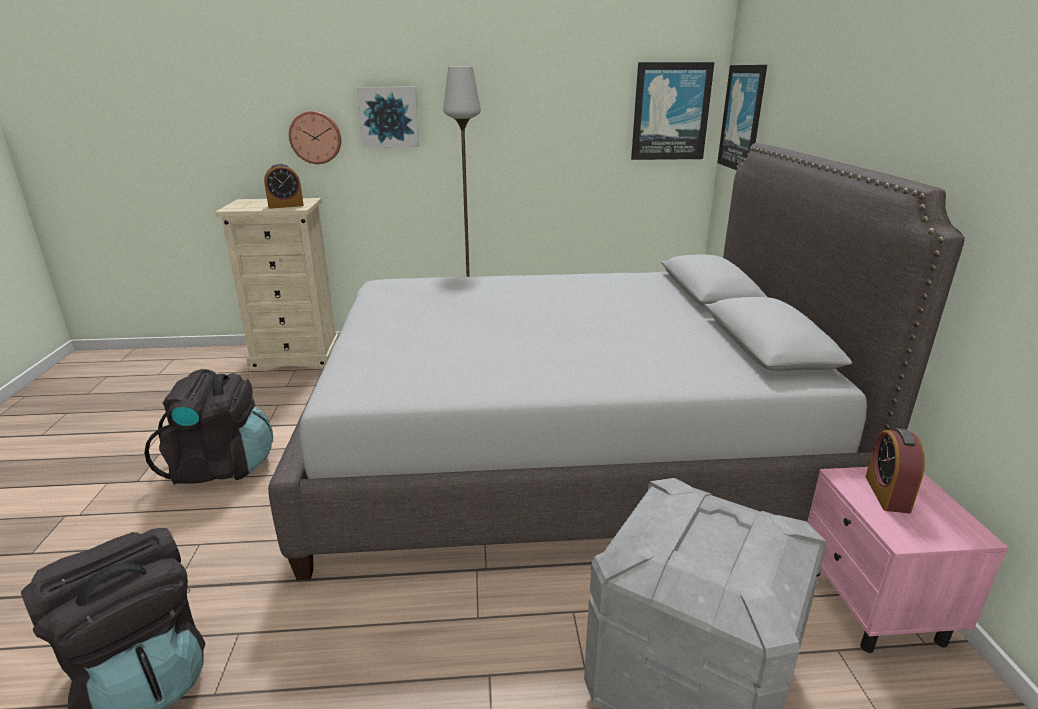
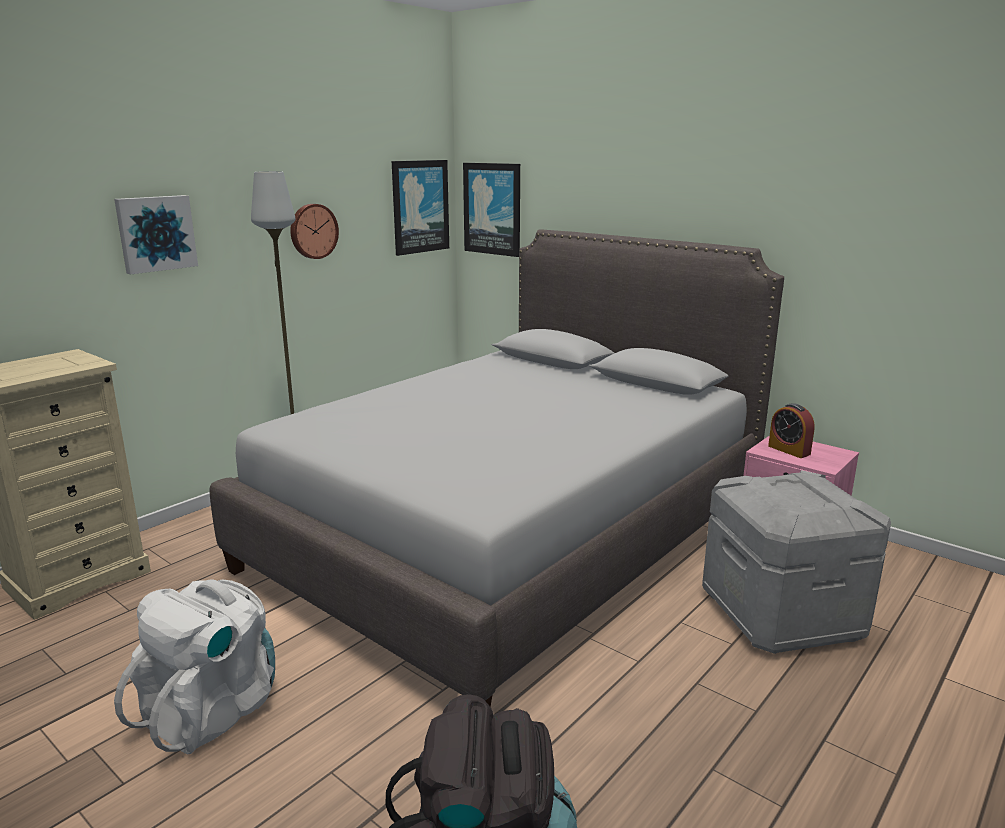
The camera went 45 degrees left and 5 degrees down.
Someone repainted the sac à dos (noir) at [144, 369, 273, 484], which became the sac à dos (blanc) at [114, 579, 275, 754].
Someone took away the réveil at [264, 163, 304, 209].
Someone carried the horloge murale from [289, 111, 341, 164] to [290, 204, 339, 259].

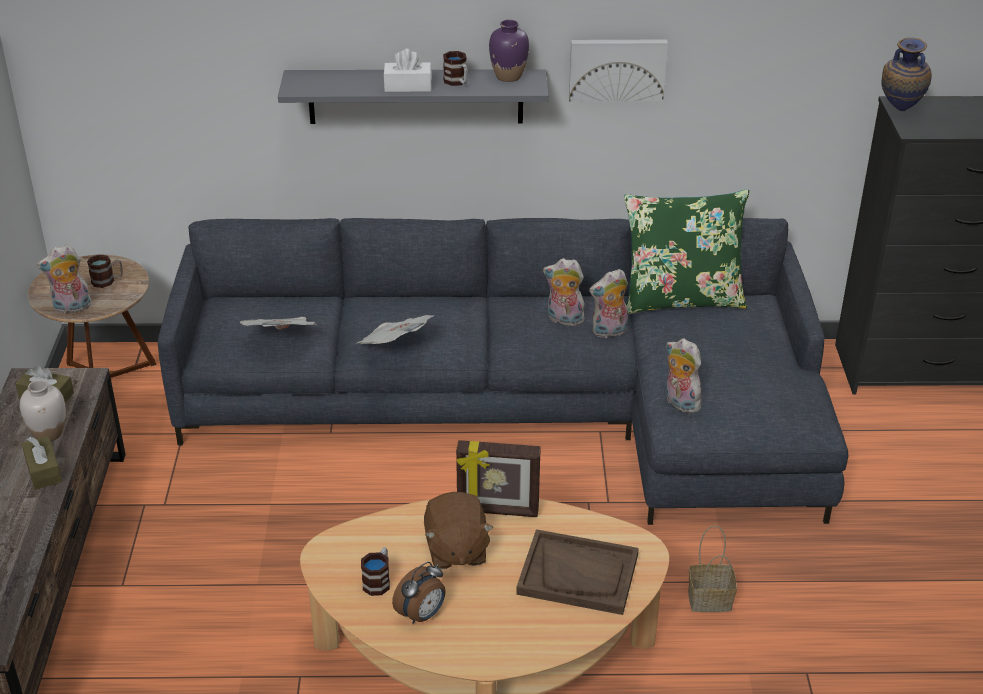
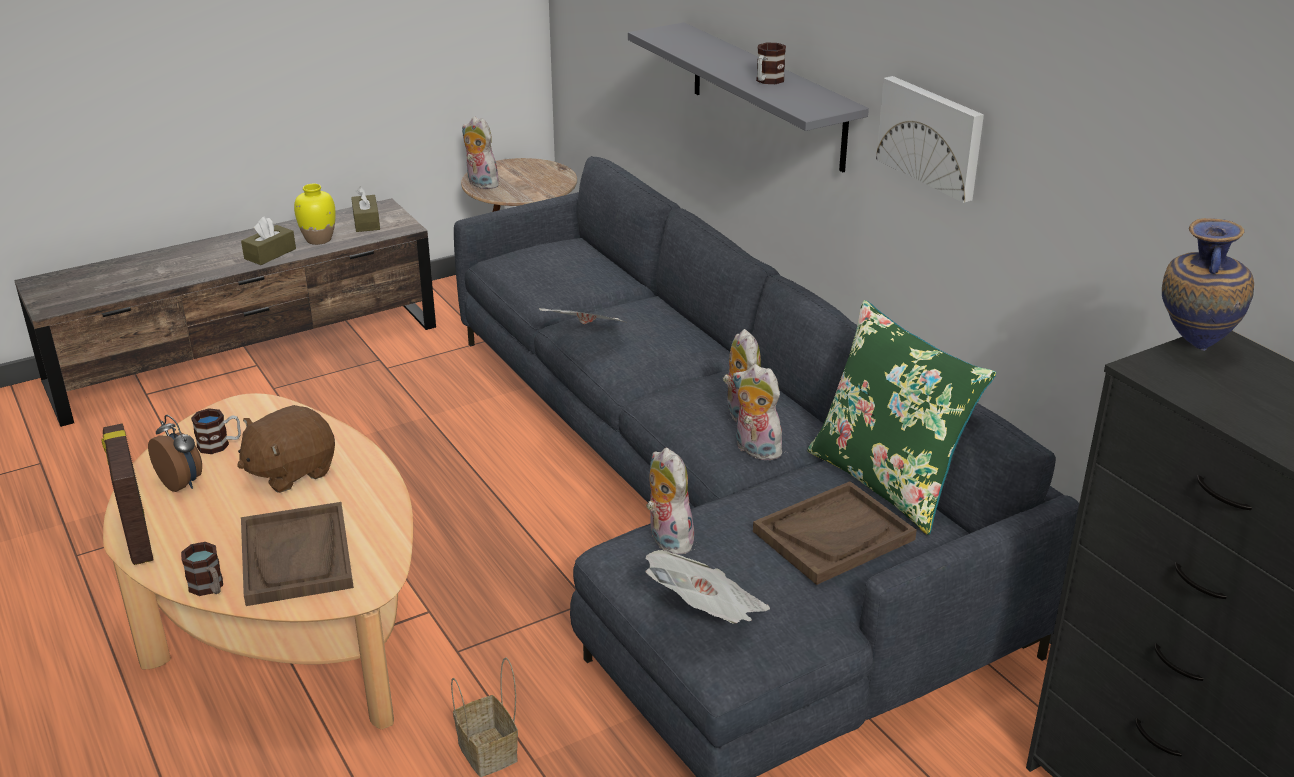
The camera went 60 degrees right and 5 degrees down.
Someone repainted the vase (blanc) at [20, 380, 66, 441], which became the vase (jaune) at [294, 184, 336, 245].
Someone carried the mug from [87, 255, 123, 288] to [181, 542, 223, 596].
Someone carried the journal from [240, 317, 318, 330] to [645, 550, 770, 624].
Someone took away the boîte à mouchoirs (blanc) at [384, 49, 432, 92].
Someone rotated the réveil at [392, 562, 446, 624] by 150 degrees counterclockwise.
Someone carried the cadre photo from [456, 440, 541, 517] to [101, 423, 154, 565].
Someone took away the vase (violet) at [489, 20, 529, 82].
Someone rotated the peluche at [666, 338, 702, 413] by 45 degrees counterclockwise.
Someone put down the plateau (marron) at [753, 481, 917, 585].

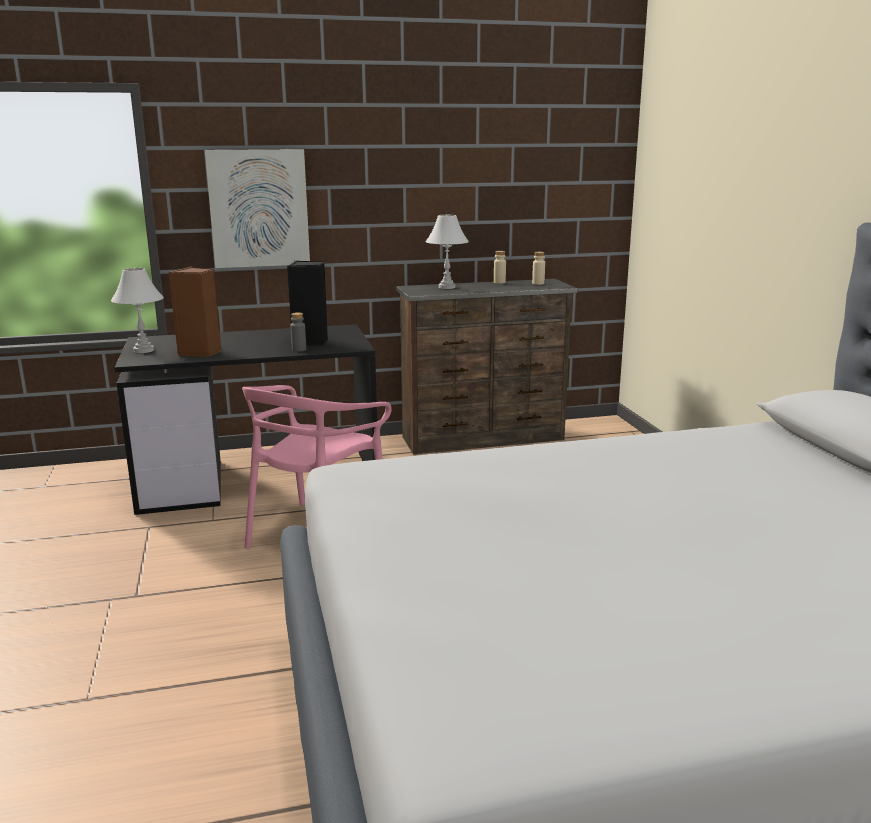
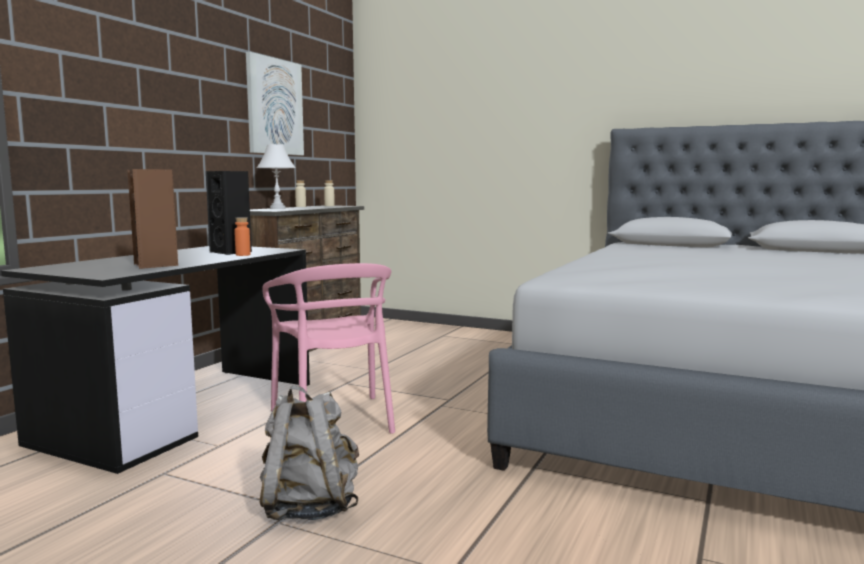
The camera went 50 degrees left and 10 degrees down.
Someone took away the lampe de table (blanc) at [111, 268, 164, 353].
Someone carried the tableau from [205, 149, 310, 268] to [246, 52, 304, 155].
Someone repainted the bouteille (gris) at [291, 312, 306, 351], which became the bouteille (orange) at [234, 217, 251, 256].
Someone put down the sac à dos (gris) at [260, 385, 359, 520].

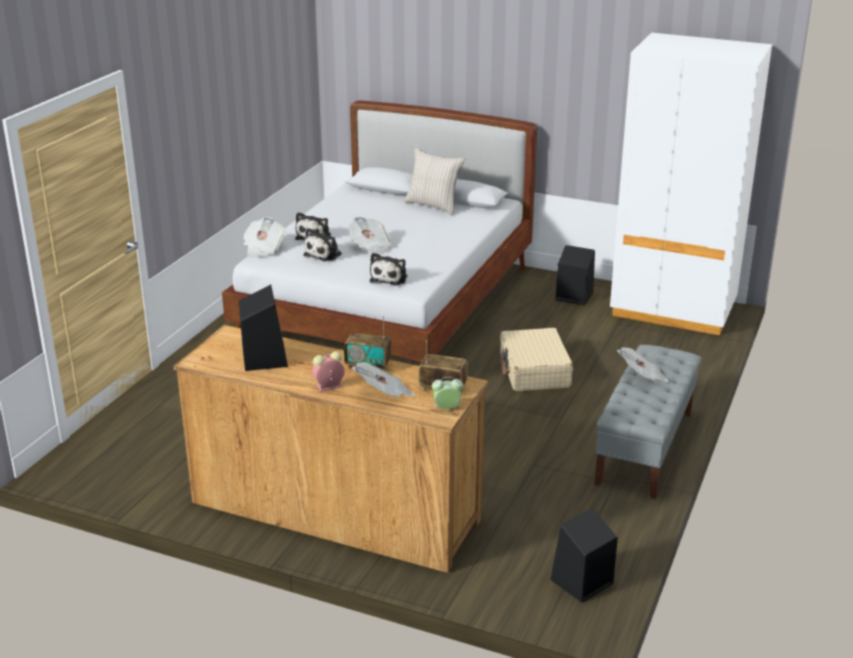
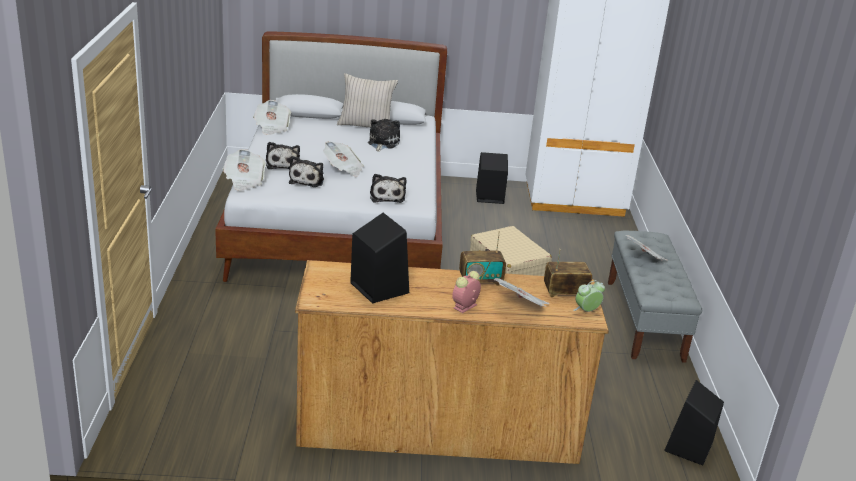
The camera went 25 degrees left and 0 degrees up.
Someone put down the journal at [253, 100, 291, 135].
Someone put down the peluche at [368, 119, 400, 152].

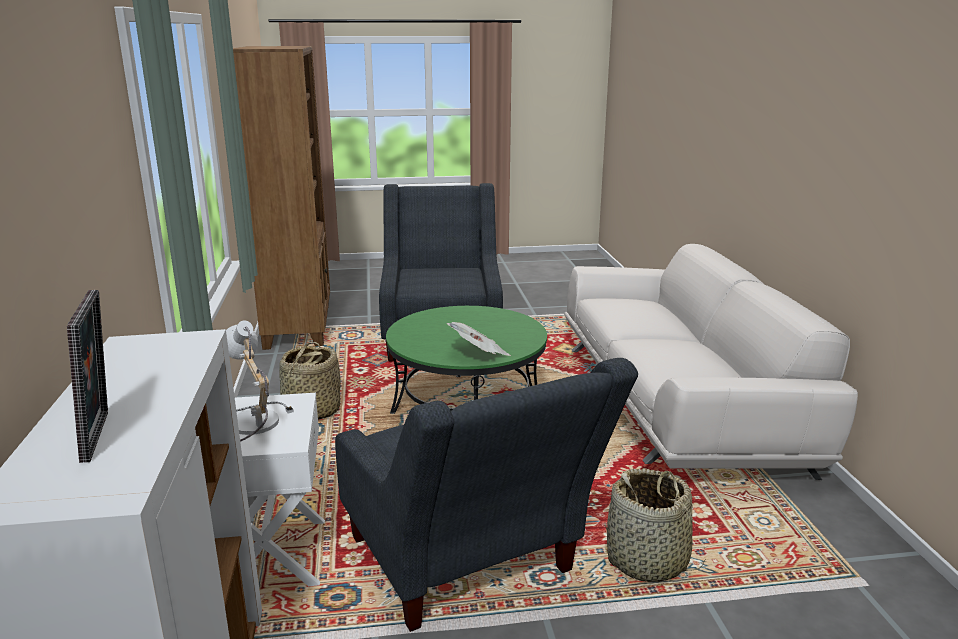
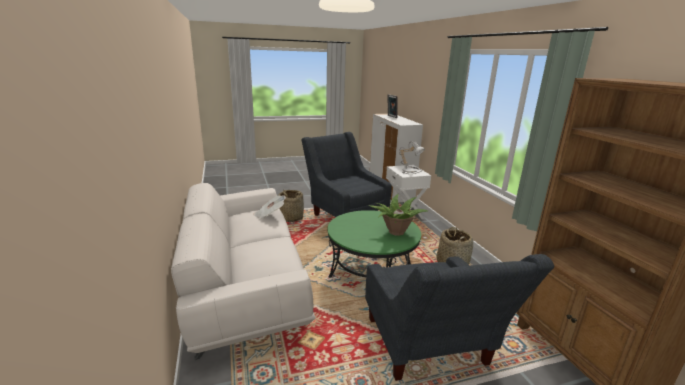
The camera went 170 degrees right and 0 degrees up.
Someone carried the journal from [447, 322, 511, 356] to [253, 195, 286, 219].
Someone put down the plante en pot at [368, 194, 428, 236].

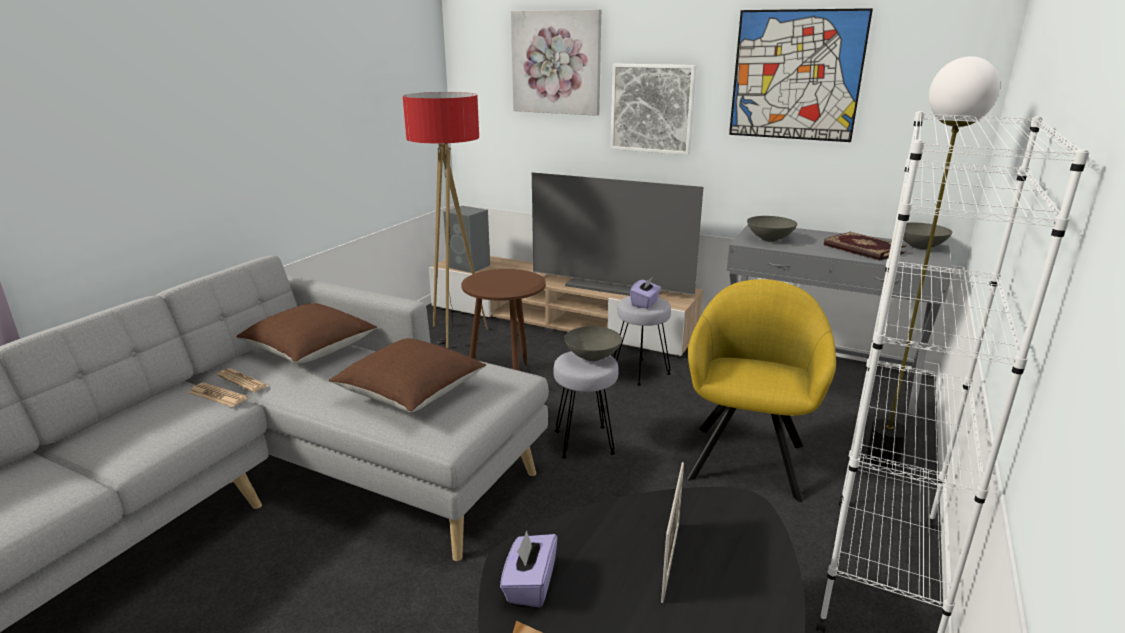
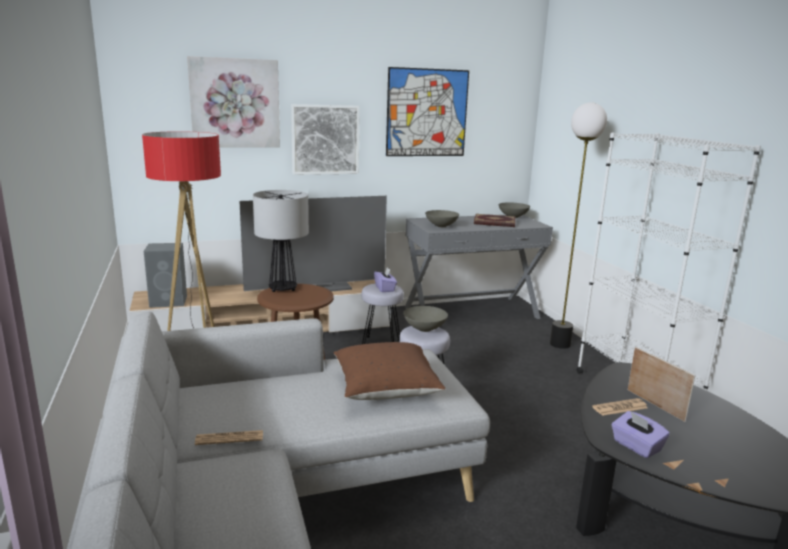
The camera went 45 degrees left and 5 degrees down.
Someone carried the journal from [189, 383, 248, 407] to [592, 398, 647, 416].
Someone took away the coussin (marron) at [236, 303, 377, 364].
Someone took away the fauteuil (jaune) at [686, 279, 836, 502].
Someone put down the lampe de table at [253, 190, 309, 292].

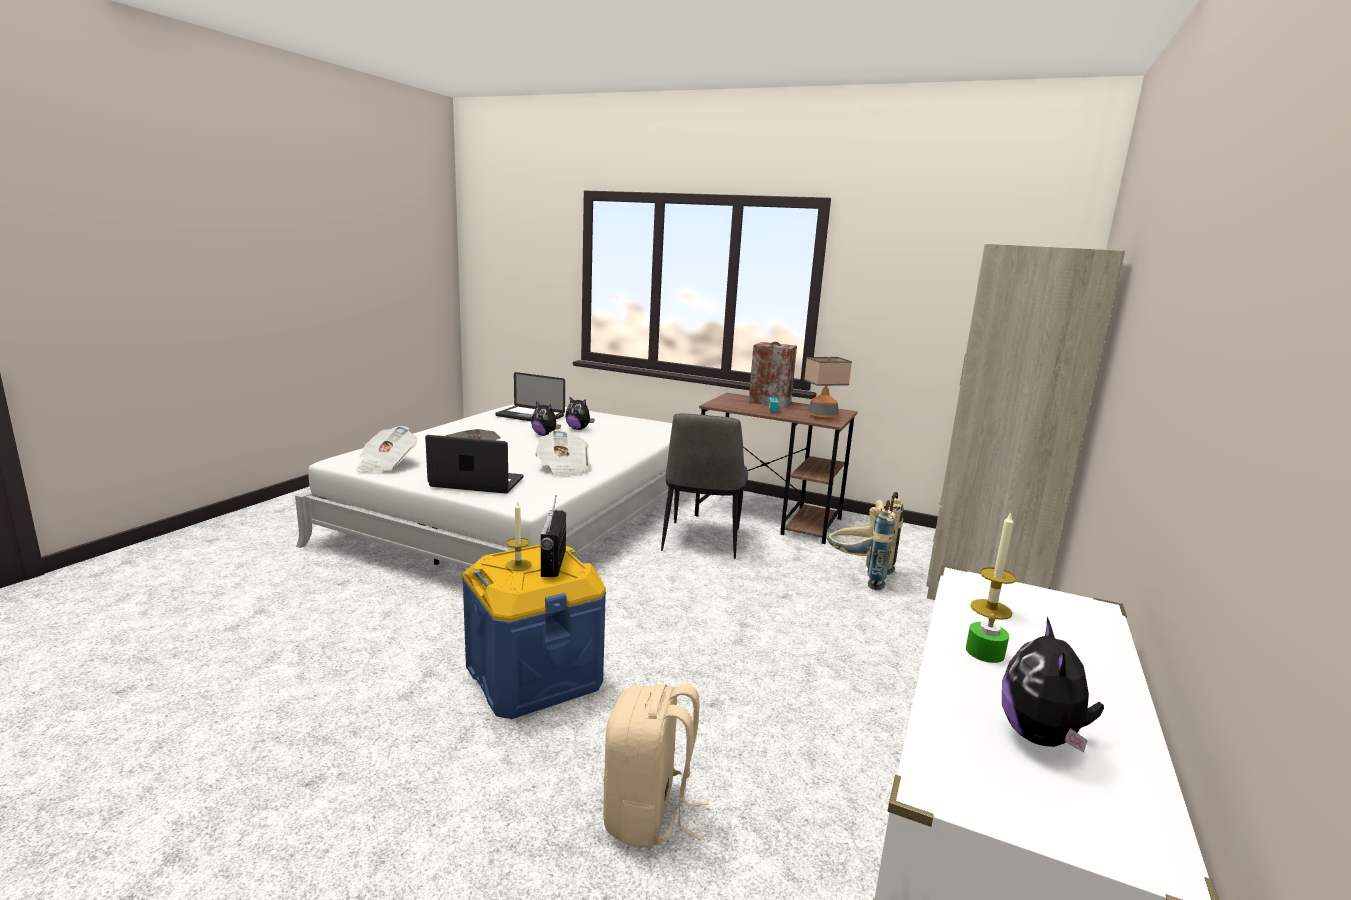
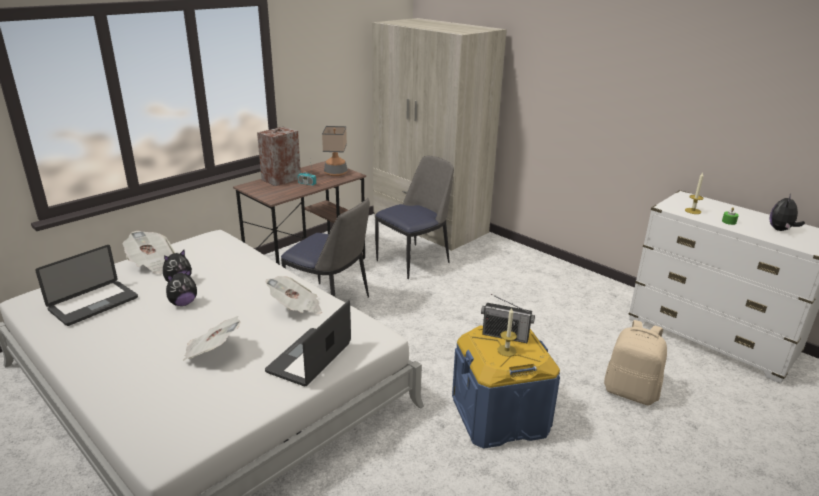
The camera went 70 degrees left and 10 degrees up.
Someone carried the journal from [356, 426, 417, 473] to [123, 231, 175, 273].
Someone swapped the sac à dos (beige) at [827, 492, 904, 590] for the chaise at [375, 156, 454, 279].
Someone rotated the peluche at [1002, 617, 1104, 753] by 90 degrees clockwise.

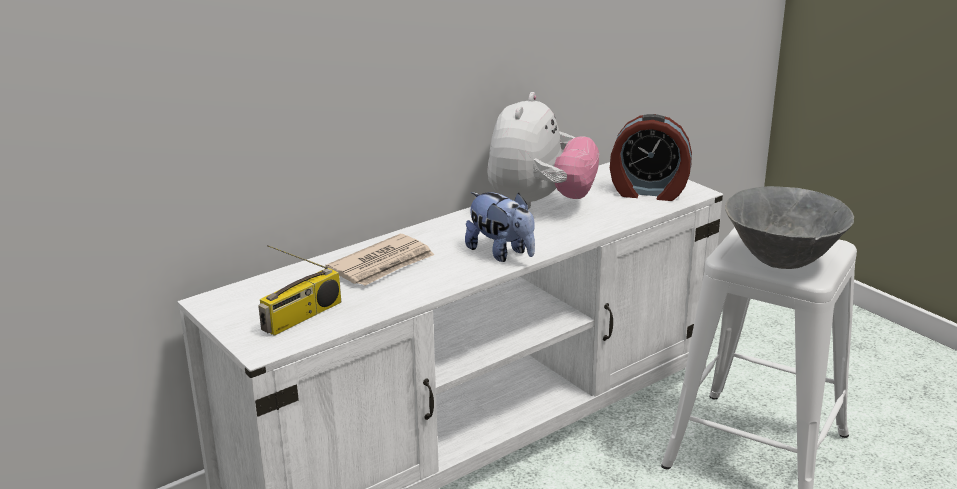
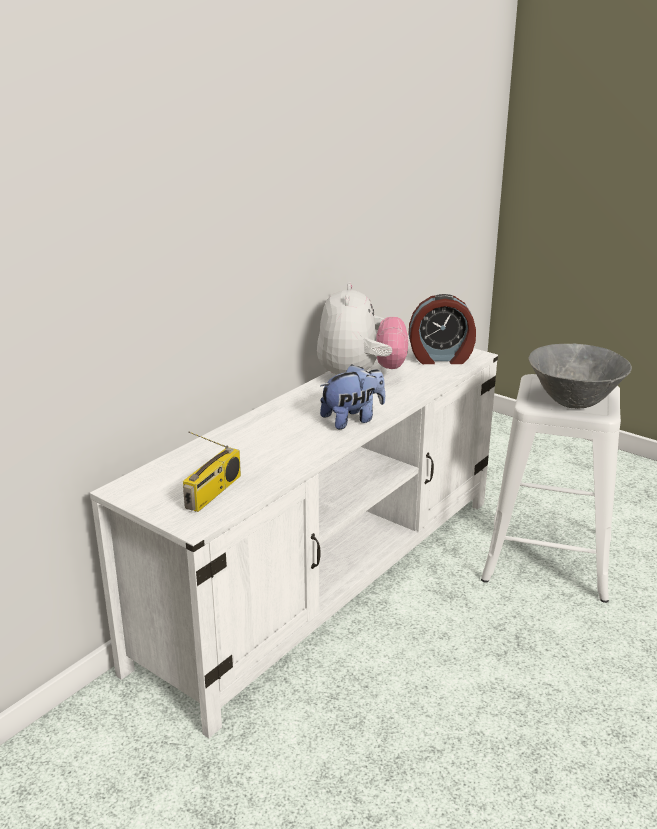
The camera went 15 degrees left and 0 degrees up.
Someone took away the journal at [326, 234, 434, 286].
Someone rotated the peluche at [465, 192, 535, 262] by 60 degrees counterclockwise.

